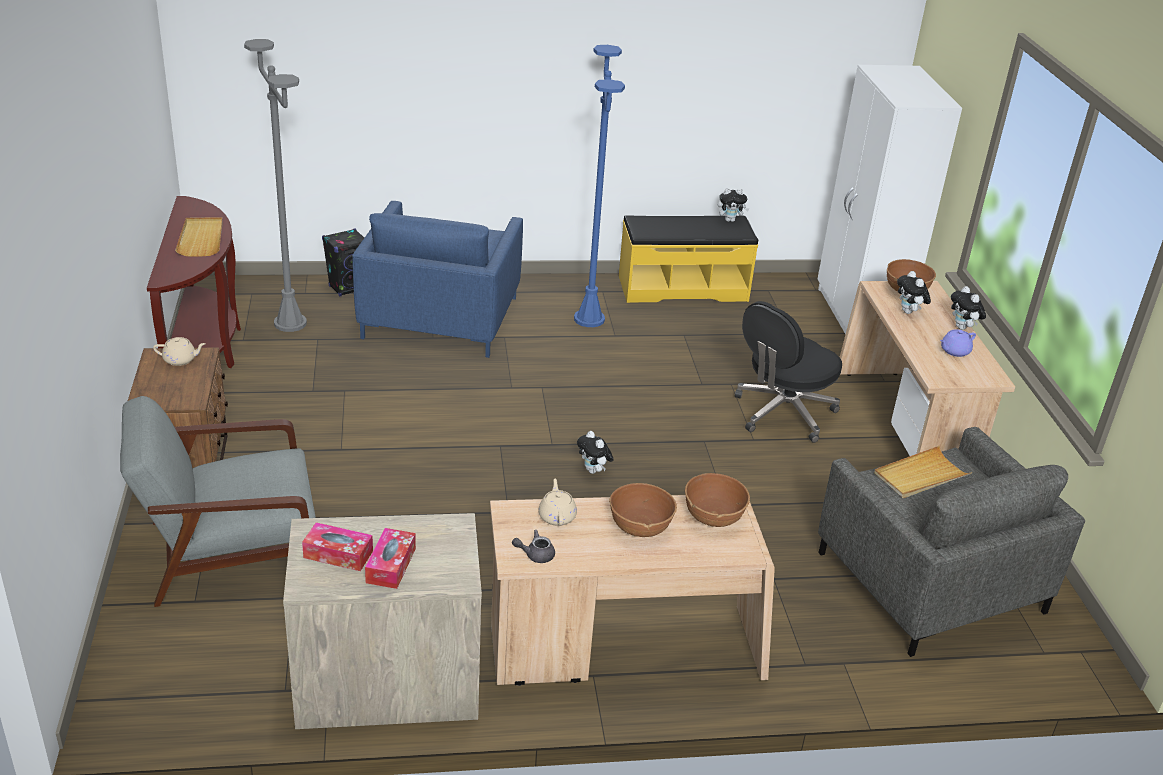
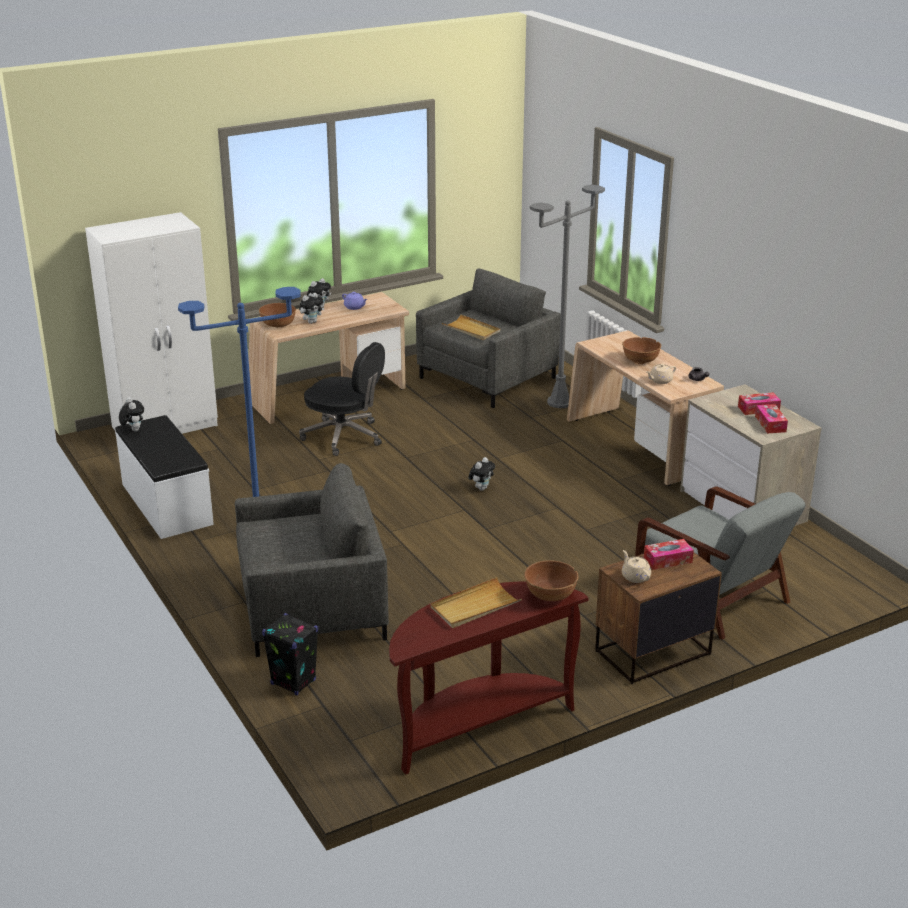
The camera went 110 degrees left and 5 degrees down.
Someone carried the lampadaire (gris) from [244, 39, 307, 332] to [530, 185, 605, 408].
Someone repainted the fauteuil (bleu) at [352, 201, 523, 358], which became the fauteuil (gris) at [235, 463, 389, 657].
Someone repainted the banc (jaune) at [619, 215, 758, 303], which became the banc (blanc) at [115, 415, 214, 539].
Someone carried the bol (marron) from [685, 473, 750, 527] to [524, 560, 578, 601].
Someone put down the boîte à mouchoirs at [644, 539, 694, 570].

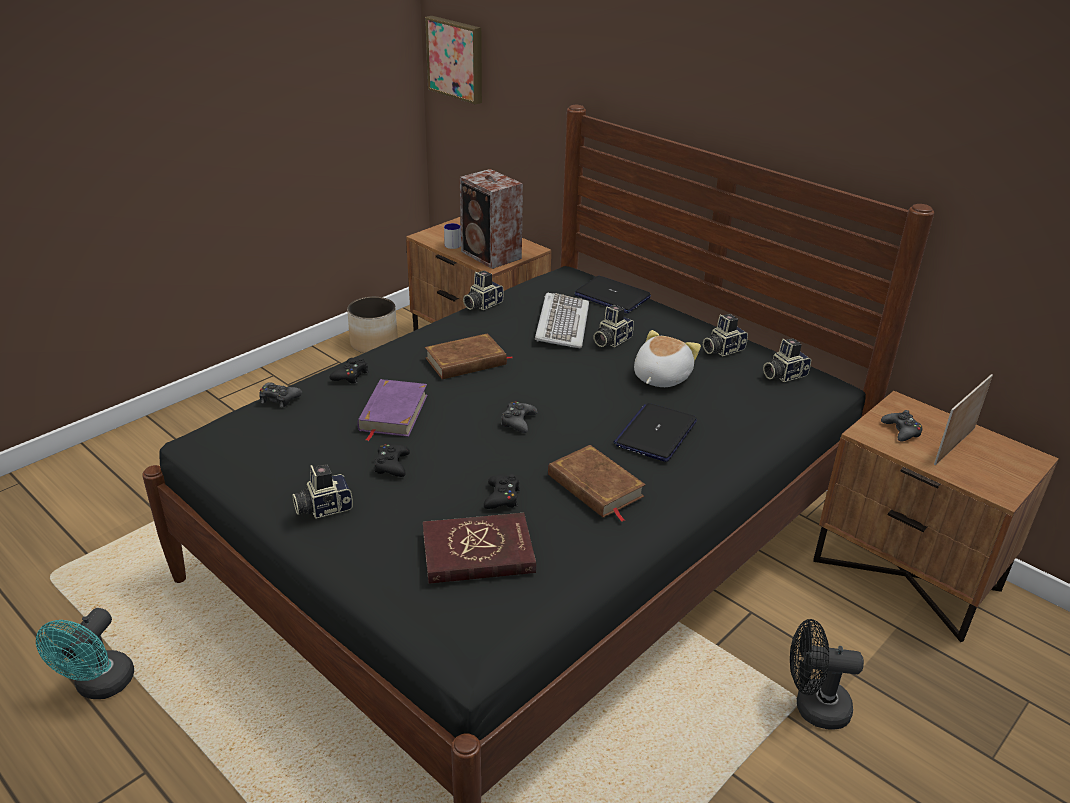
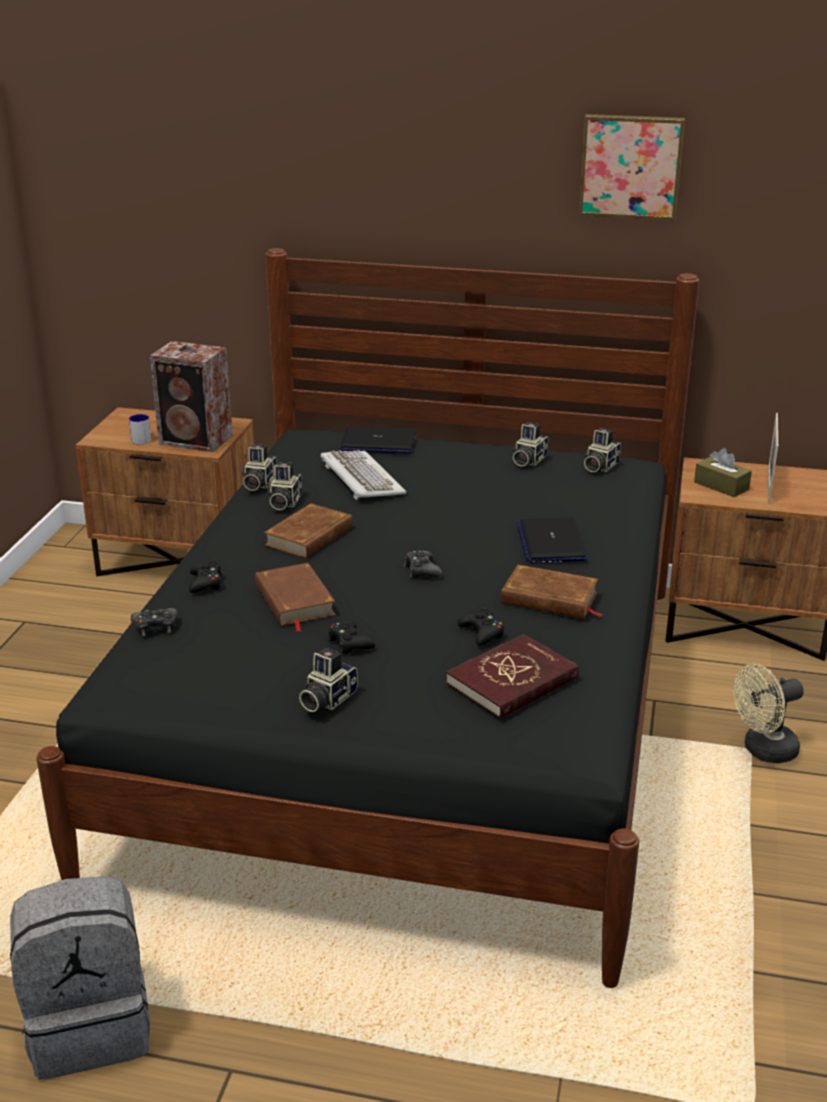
The camera went 30 degrees left and 5 degrees down.
Someone swapped the ventilateur (turquoise) at [36, 608, 134, 699] for the sac à dos (gris) at [10, 876, 150, 1080].
Someone took away the cache-pot at [347, 297, 398, 353].
Someone repainted the livre (violet) at [357, 379, 427, 441], which became the livre (marron) at [255, 563, 336, 632].
Someone carried the tableau from [425, 16, 482, 105] to [579, 114, 685, 221].
Someone carried the appareil photo from [593, 305, 634, 347] to [267, 462, 302, 510].
Someone took away the peluche at [634, 330, 701, 387].
Someone repainted the ventilateur (noir) at [790, 619, 864, 730], which became the ventilateur (beige) at [733, 664, 804, 763].
Someone swapped the manette (noir) at [881, 410, 922, 442] for the boîte à mouchoirs (marron) at [694, 448, 752, 497].

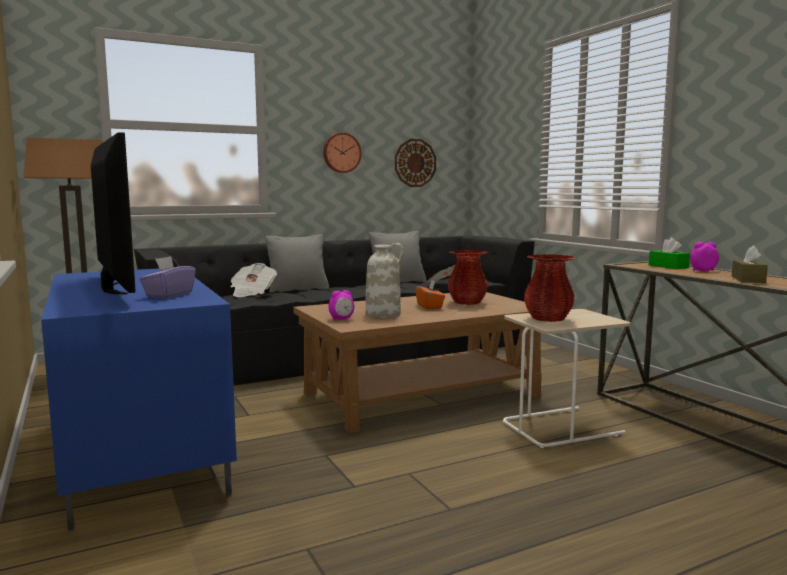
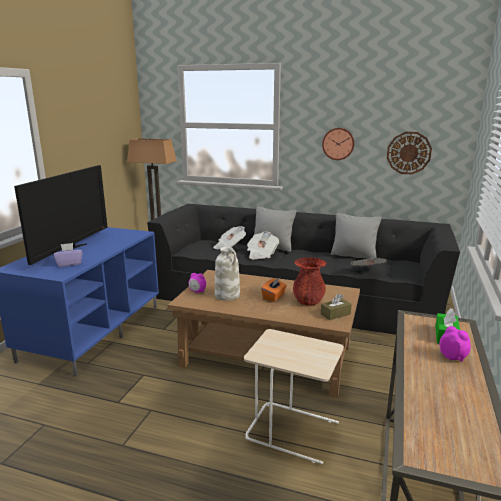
The camera went 45 degrees right and 10 degrees up.
Someone took away the vase (rouge) at [524, 254, 575, 322].
Someone carried the boîte à mouchoirs (marron) from [732, 245, 768, 283] to [321, 294, 352, 320].
Someone put down the journal at [247, 231, 279, 260].

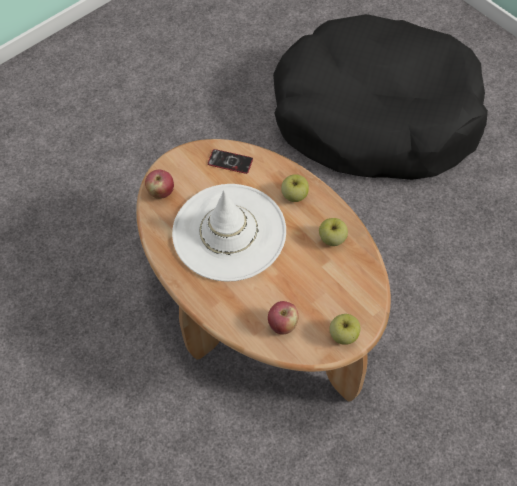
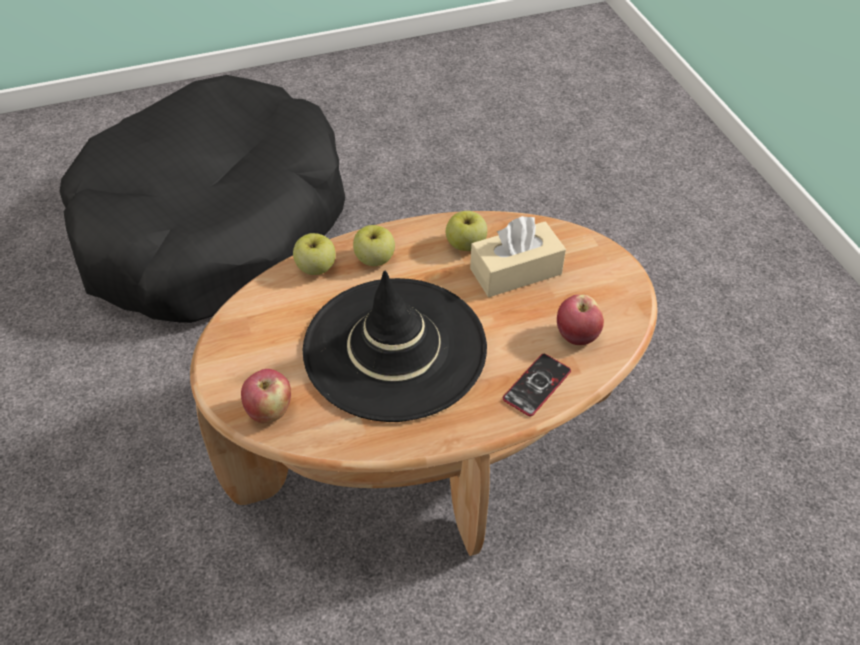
The camera went 70 degrees left and 10 degrees down.
Someone repainted the chapeau (blanc) at [172, 184, 286, 282], which became the chapeau (noir) at [302, 271, 487, 422].
Someone carried the téléphone from [208, 149, 253, 174] to [503, 354, 571, 416].
Someone carried the pomme from [330, 314, 360, 345] to [293, 233, 336, 275].
Someone put down the boîte à mouchoirs (beige) at [470, 216, 566, 297].

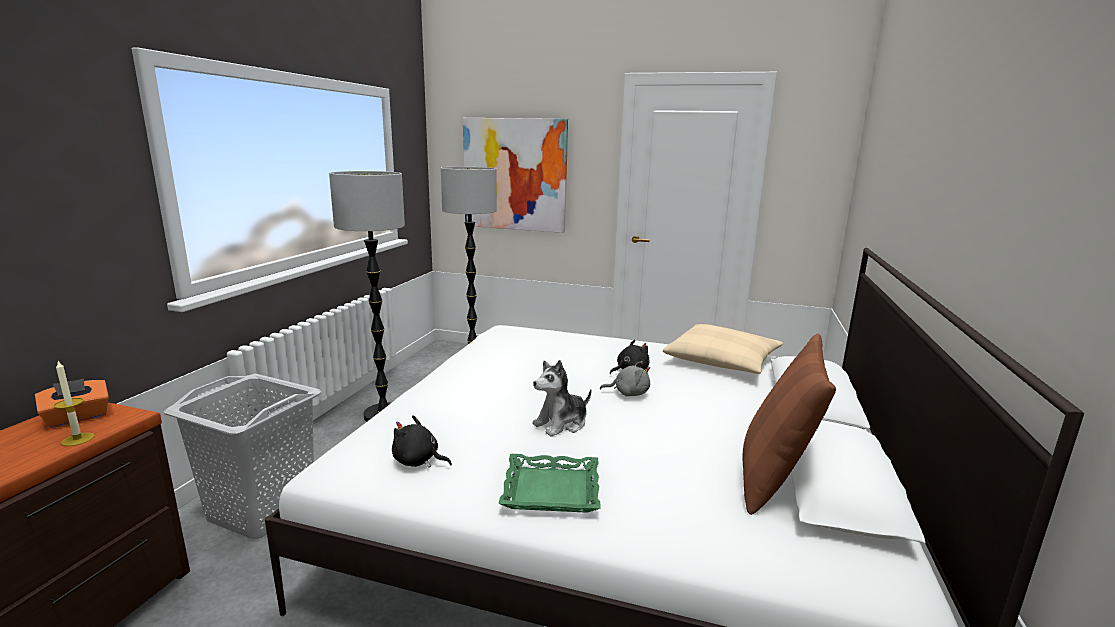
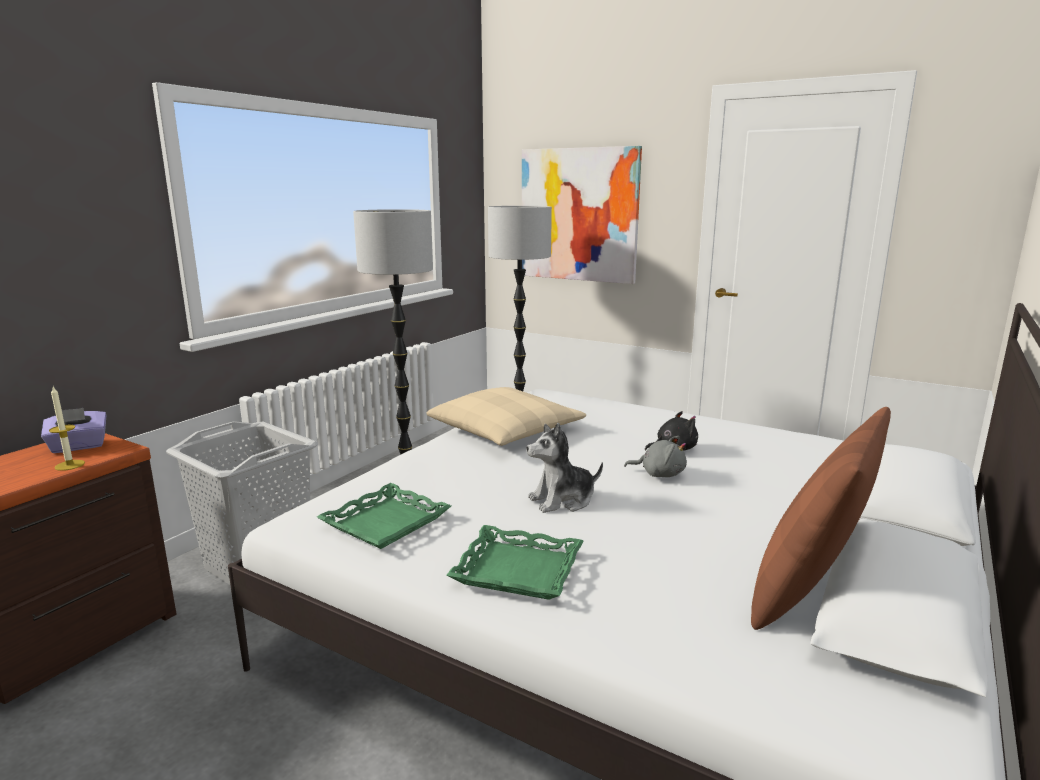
The camera went 15 degrees right and 0 degrees up.
Someone repainted the boîte à mouchoirs (orange) at [35, 379, 109, 428], which became the boîte à mouchoirs (violet) at [41, 408, 106, 453].
Someone swapped the peluche (noir) at [392, 415, 452, 468] for the plateau (vert) at [317, 483, 451, 549].
Someone carried the coussin (beige) from [663, 324, 783, 374] to [426, 387, 586, 446].

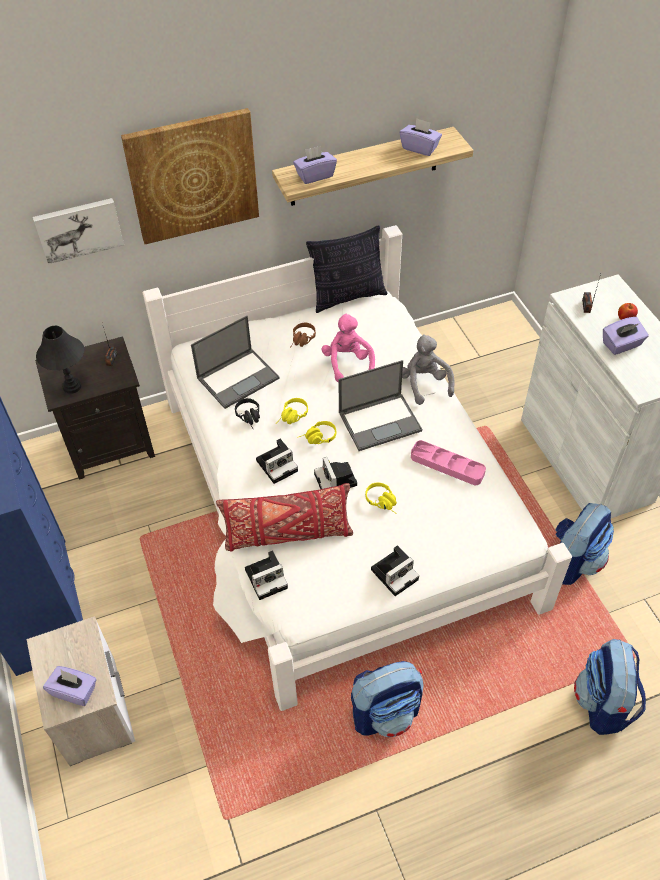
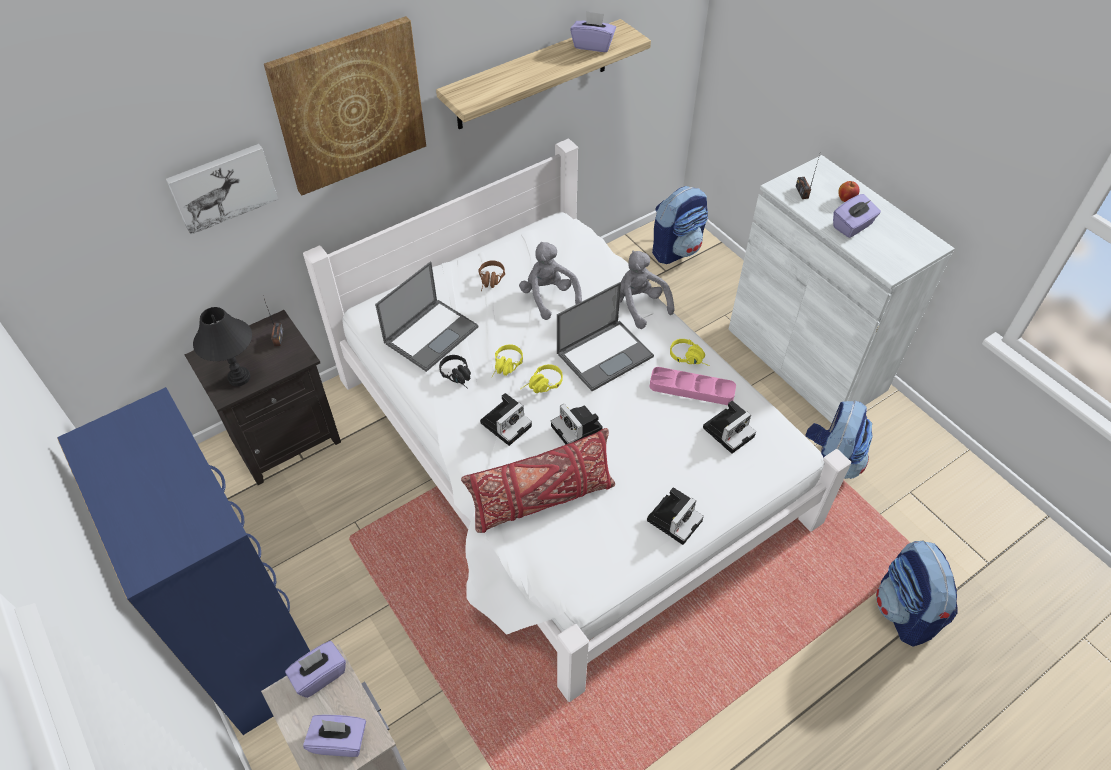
The camera went 15 degrees left and 0 degrees up.
Someone carried the appareil photo from [245, 550, 288, 600] to [703, 401, 756, 454].
Someone carried the boîte à mouchoirs (violet) from [293, 146, 337, 184] to [285, 641, 346, 698].
Someone took away the coussin at [306, 225, 387, 313].
Someone repainted the peluche (rose) at [322, 313, 375, 383], which became the peluche (gris) at [519, 242, 582, 320].
Someone carried the sac à dos from [351, 661, 423, 737] to [652, 186, 708, 264].
Someone carried the casque audio (jaune) from [365, 482, 397, 514] to [670, 339, 710, 366].

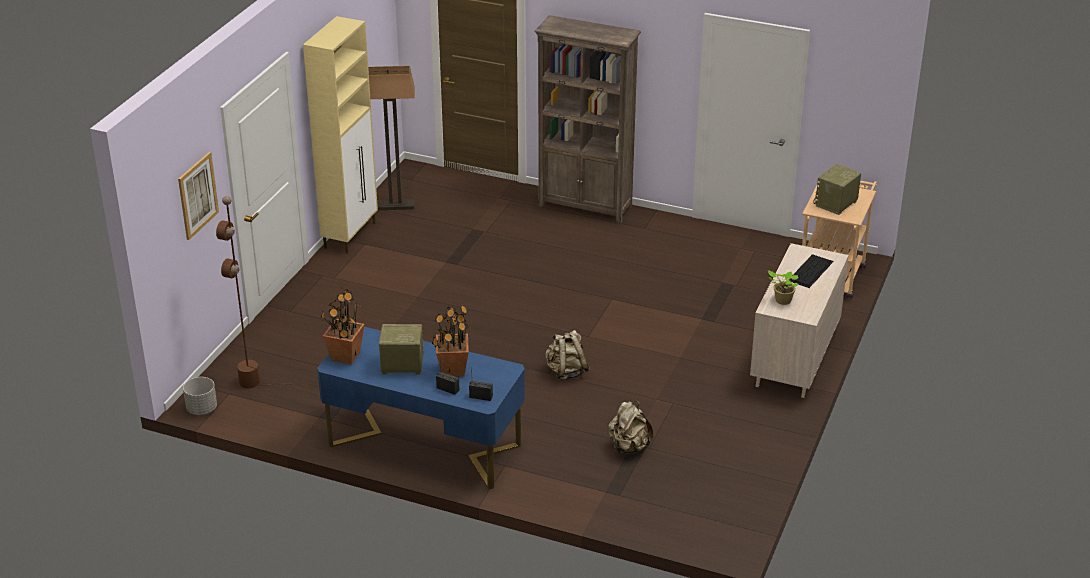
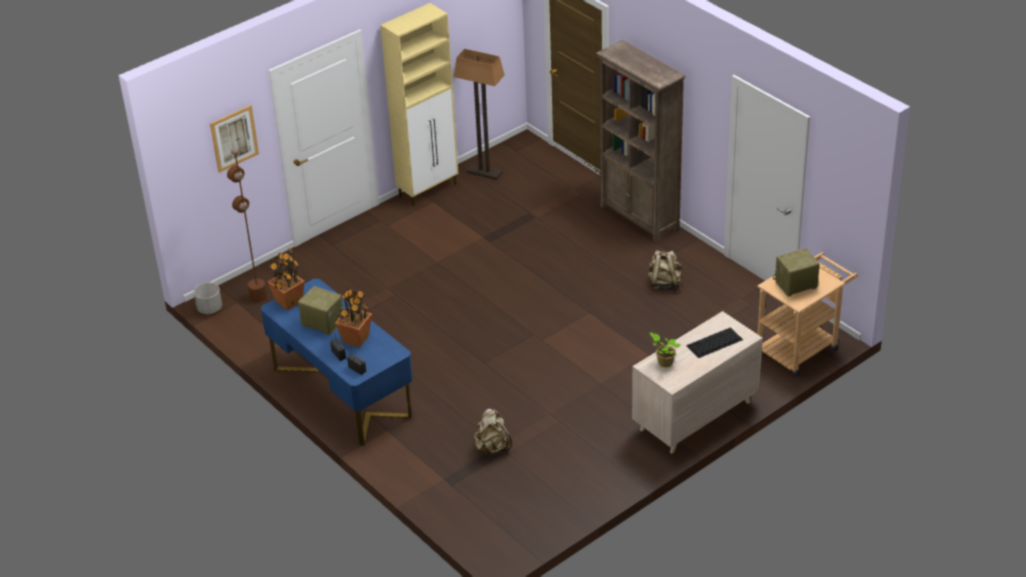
The camera went 30 degrees right and 5 degrees up.
Someone carried the sac à dos (beige) from [545, 330, 590, 381] to [648, 250, 682, 290].

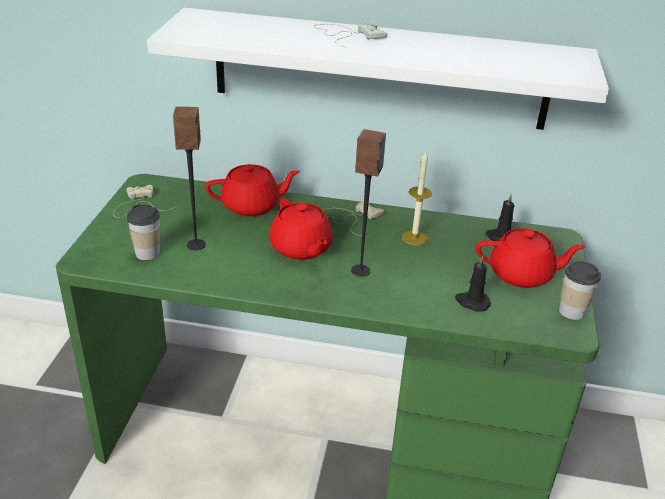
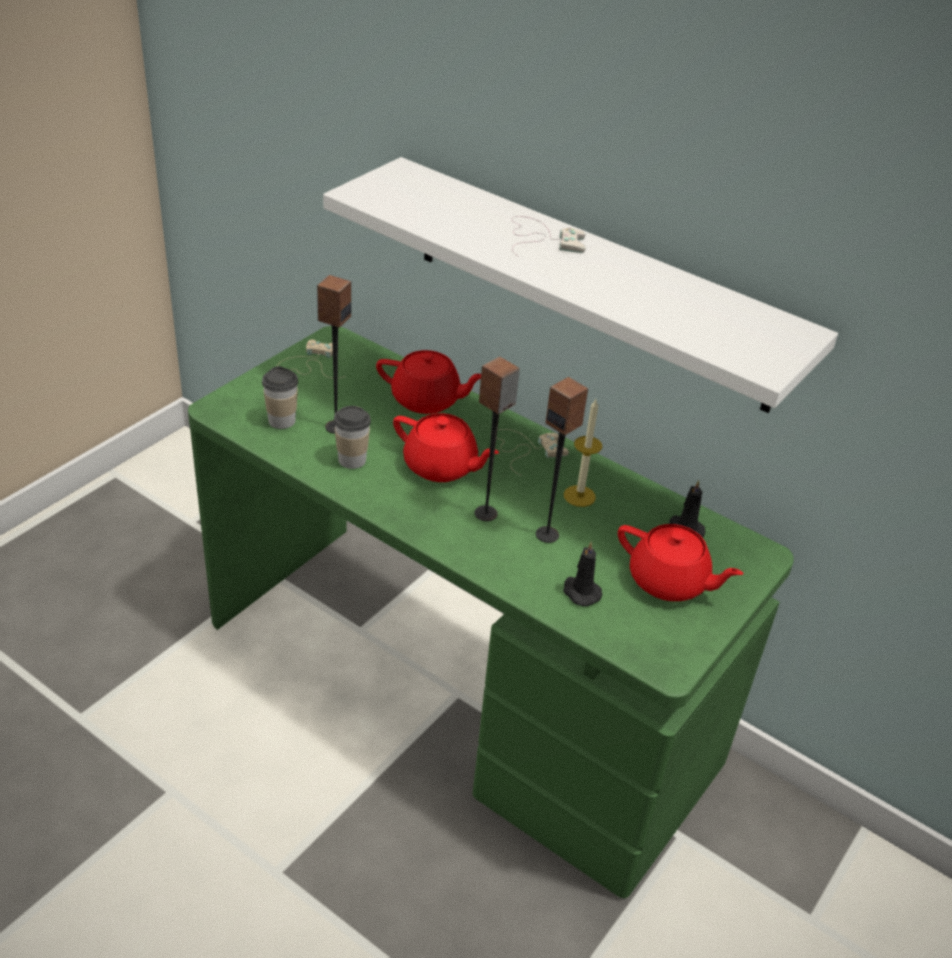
The camera went 25 degrees right and 5 degrees up.
Someone rotated the théière (rouge) at [269, 198, 333, 260] by 60 degrees counterclockwise.
Someone carried the tasse from [559, 261, 601, 320] to [334, 406, 371, 469].
Someone put down the enceinte at [536, 377, 588, 543].

